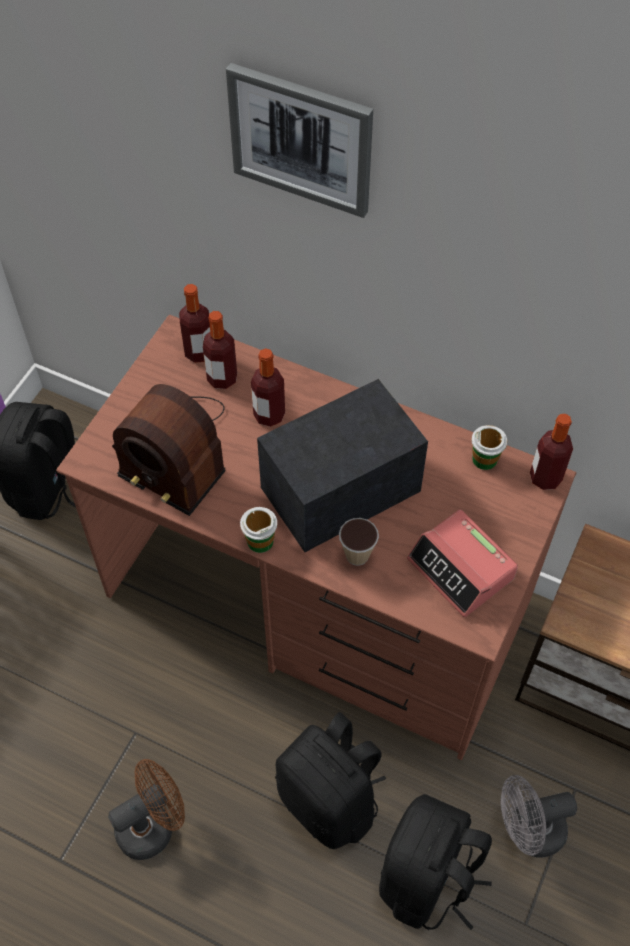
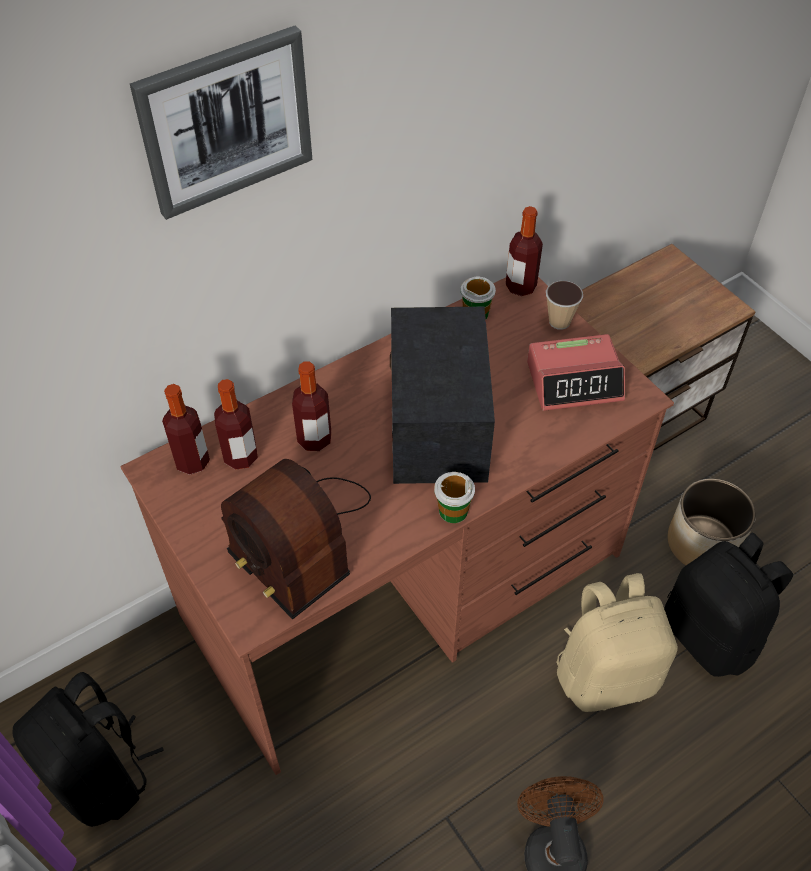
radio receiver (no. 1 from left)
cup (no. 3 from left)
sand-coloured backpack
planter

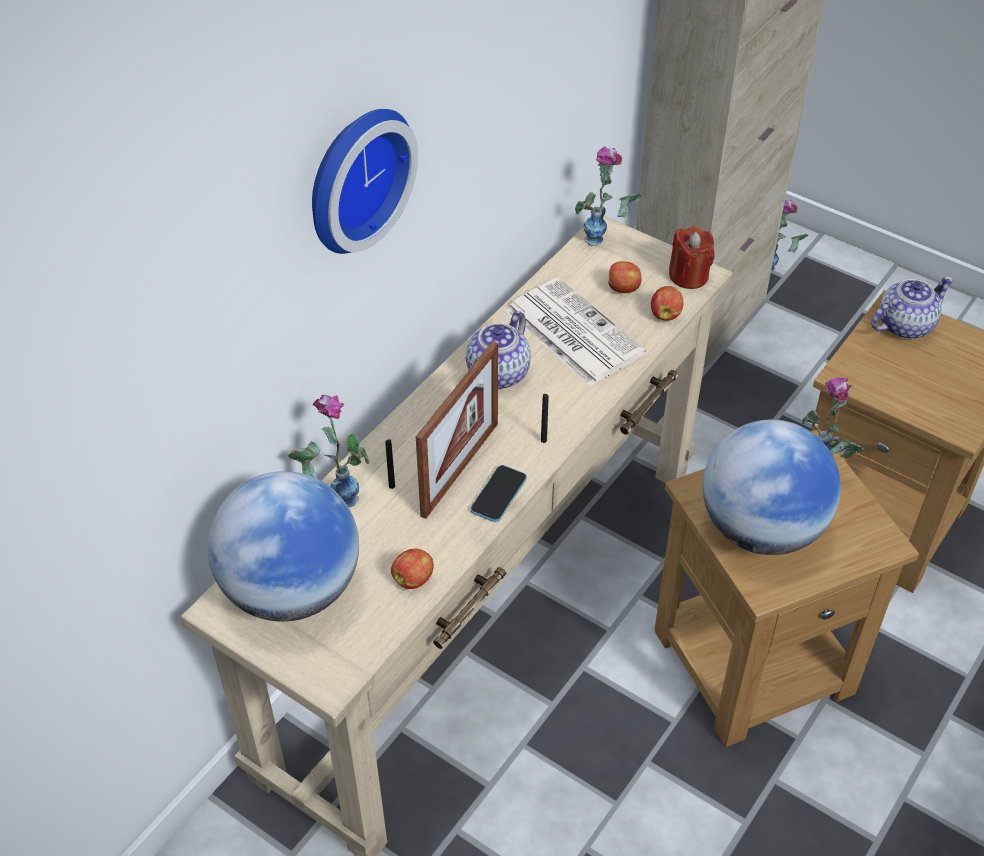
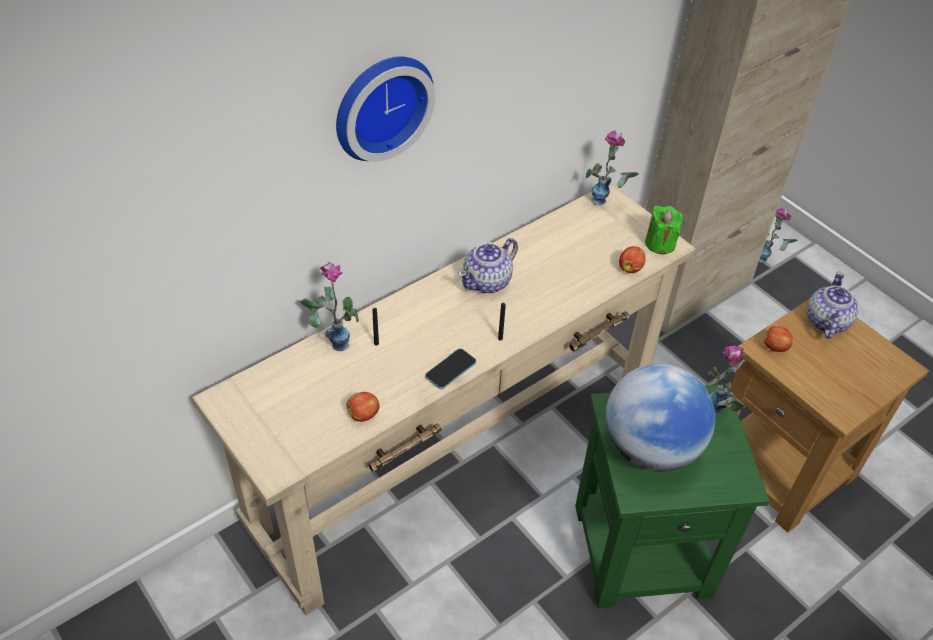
green-coloured wax light
apple (no. 3 from left)
pot for tea (no. 2 from left)
daily paper
standing frame
green-coloured accent table
desk globe (no. 1 from left in the first image)

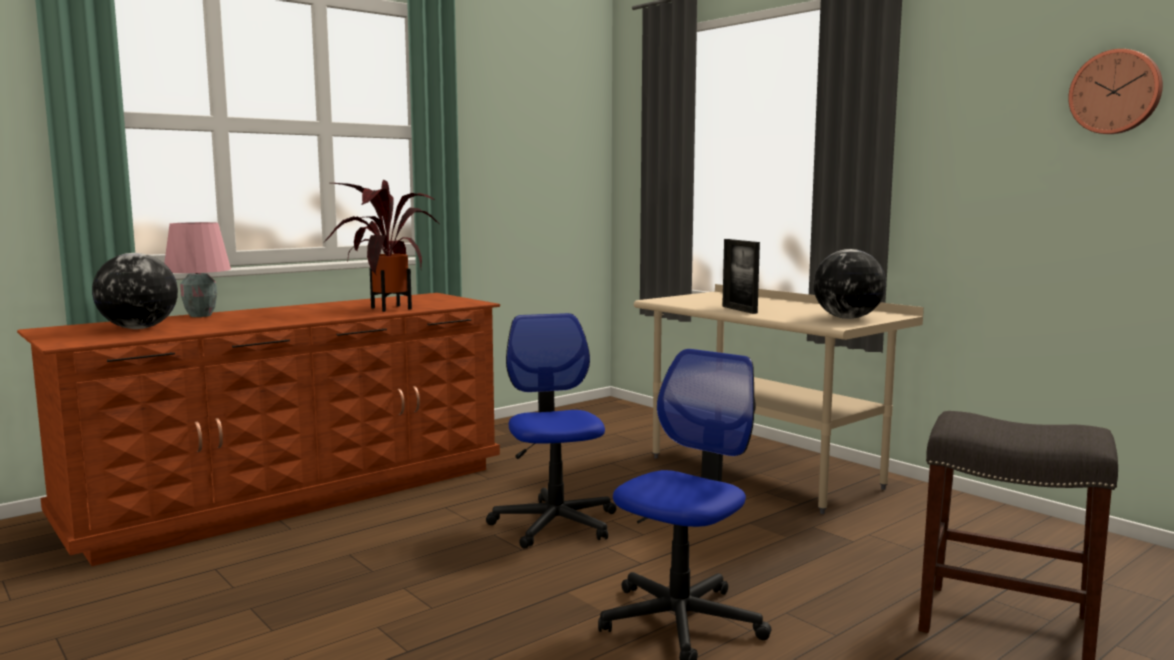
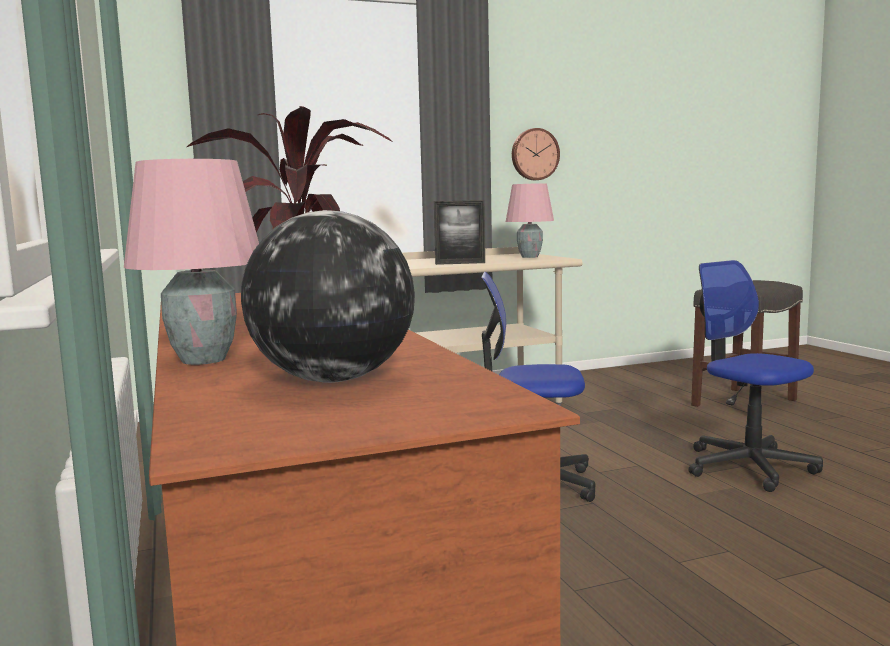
hanging clock
pink-coloured tabletop lamp (no. 2 from left)

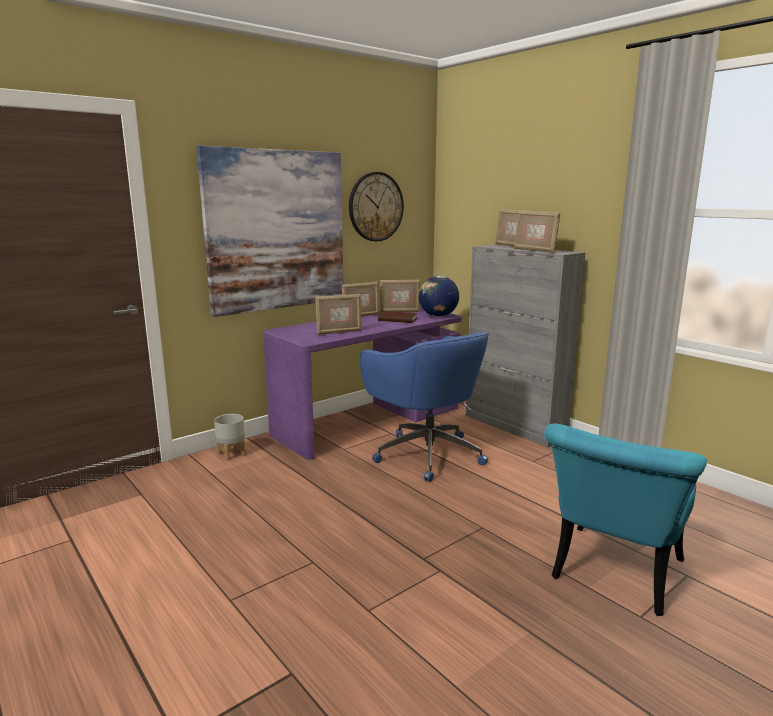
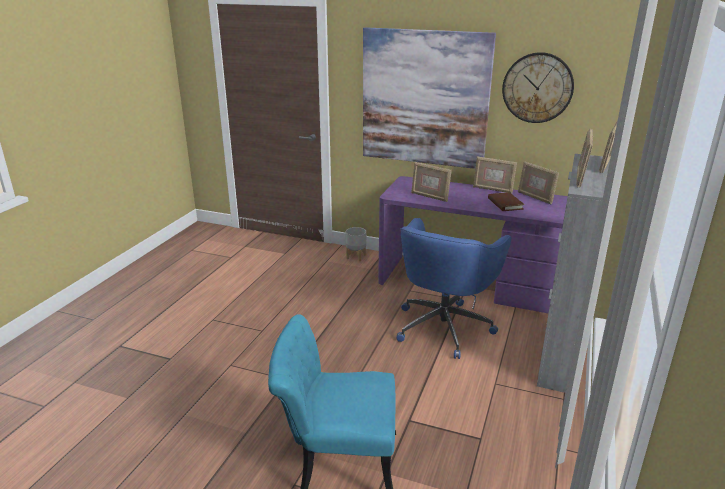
desk globe

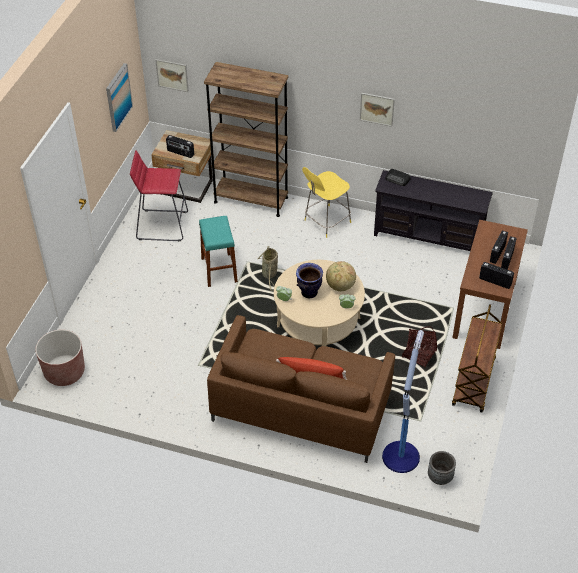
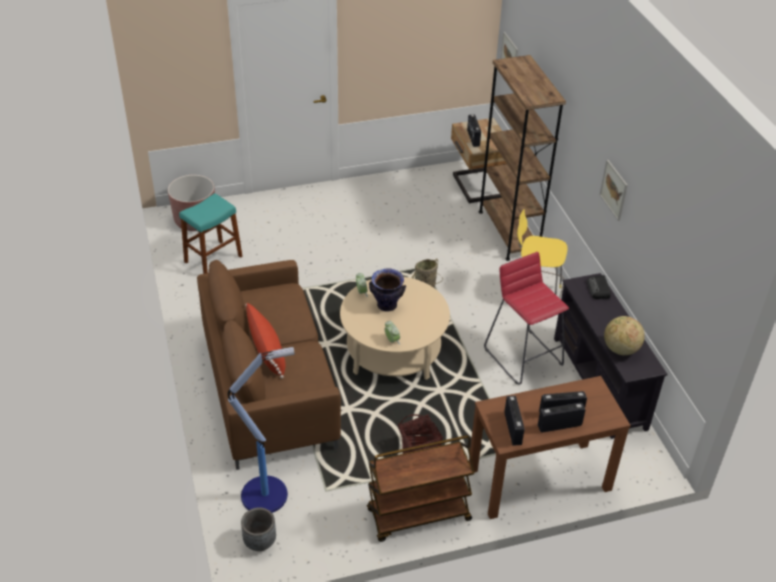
wall art (no. 1 from left in the first image)
reddish sitting stool
blue-green sitting stool
desk globe

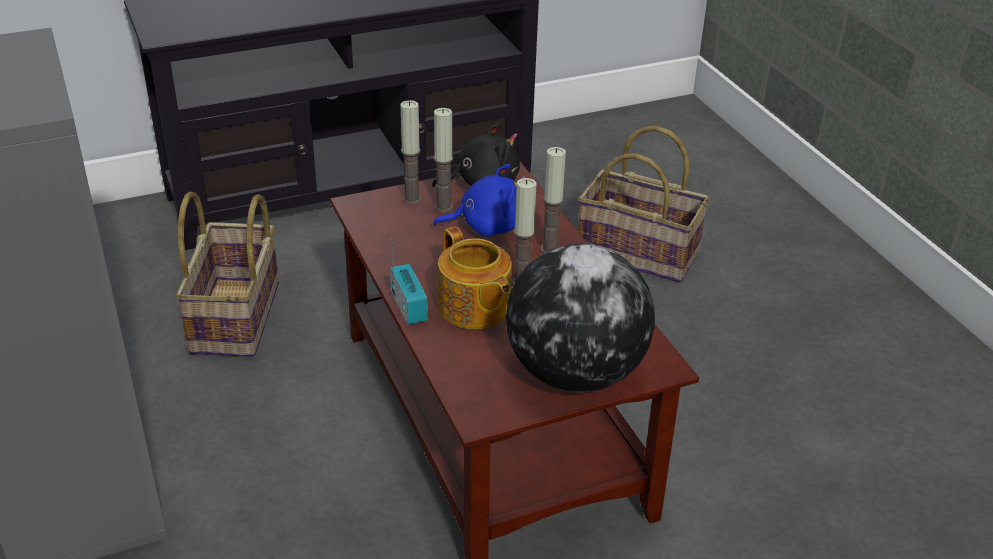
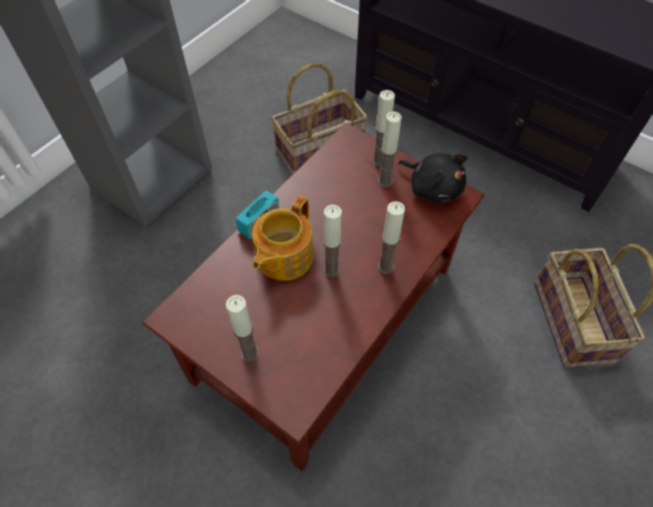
blue cuddly toy
wax light (no. 1 from left)

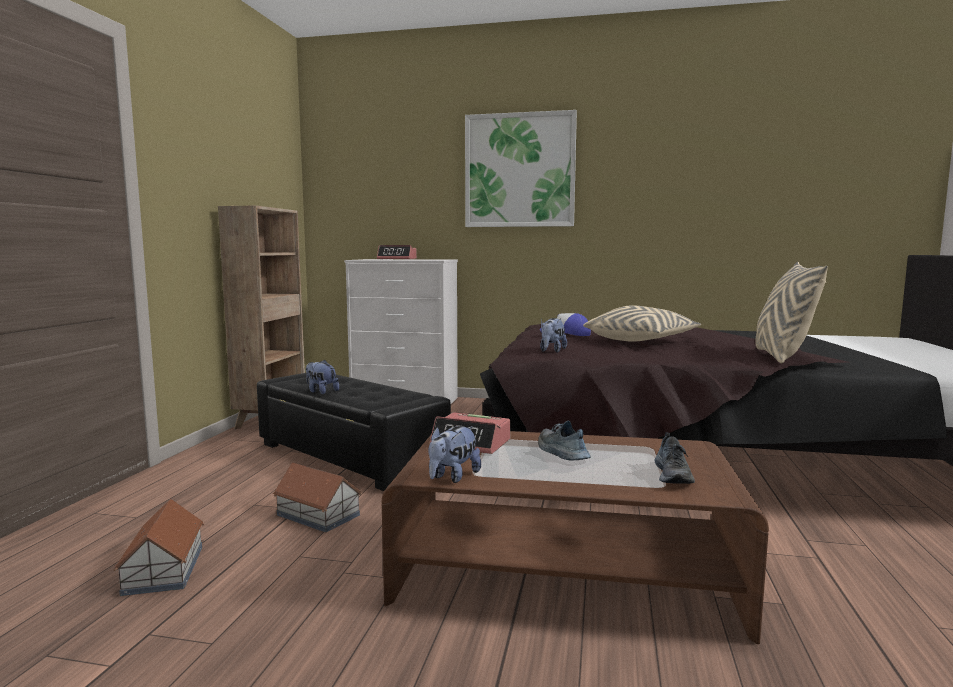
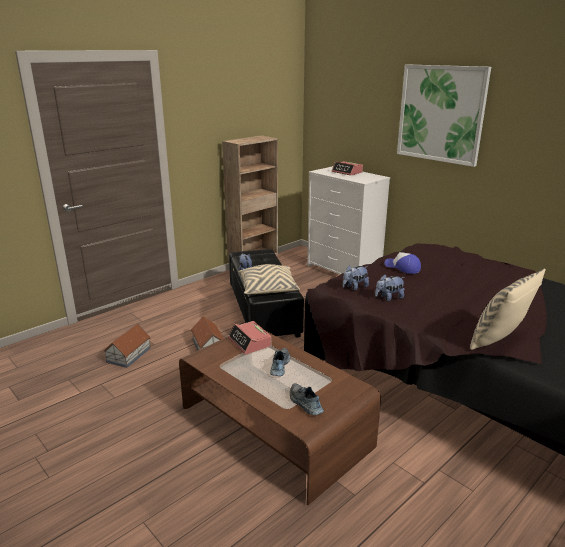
sand-coloured cushion (no. 1 from left)
cuddly toy (no. 3 from left)
item of footwear (no. 2 from left)

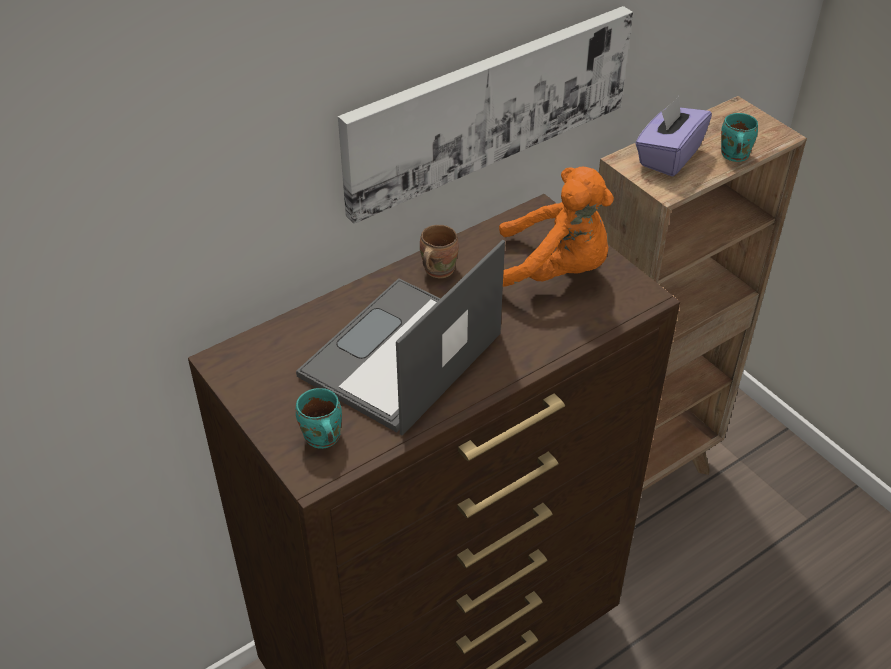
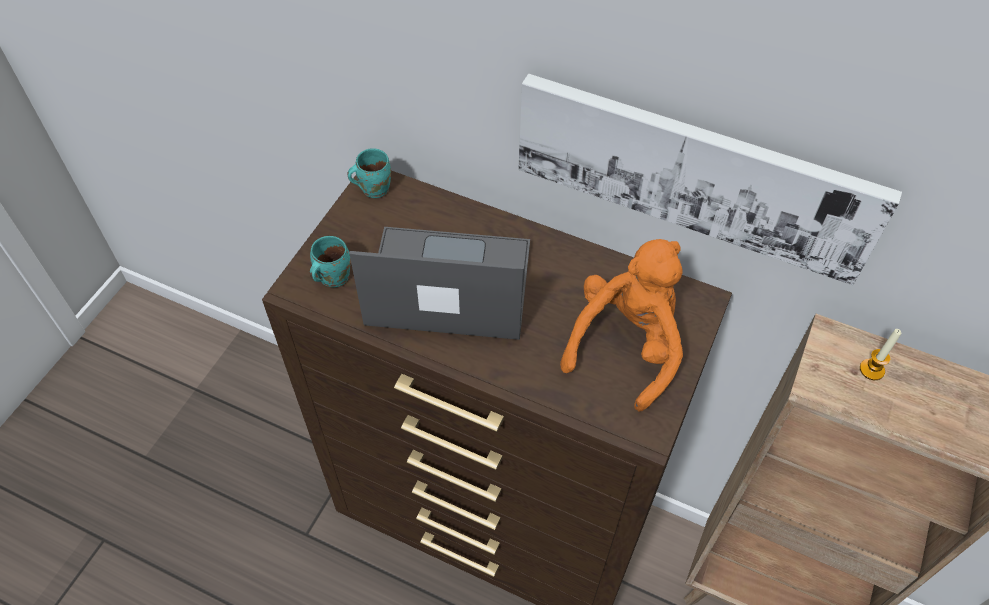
wax light
blue-green coffee mug (no. 2 from left)
orangey cuddly toy
brown coffee mug

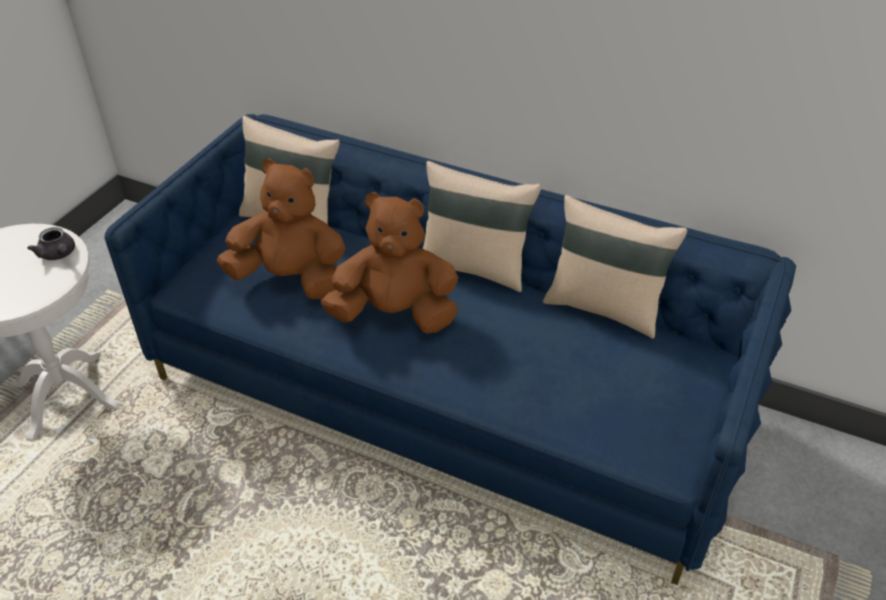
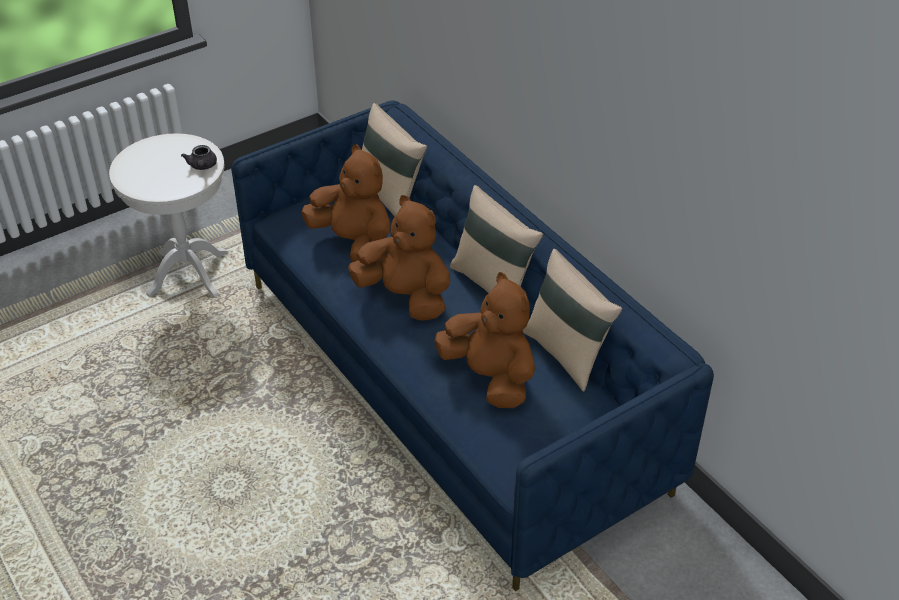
brown cuddly toy (no. 3 from left)

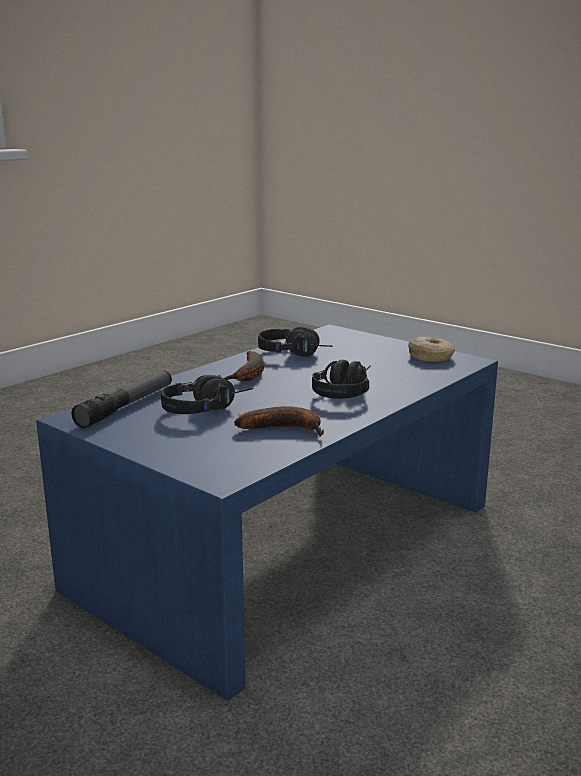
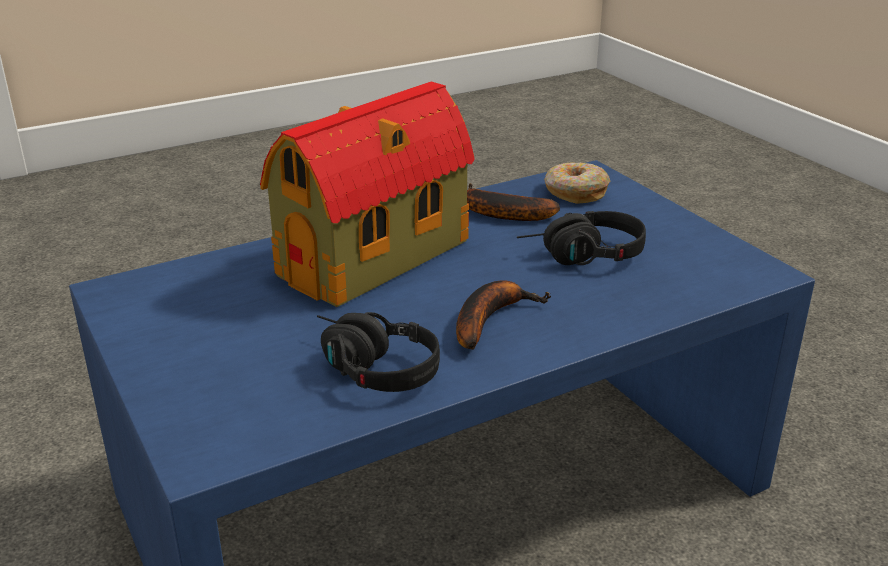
ring doughnut
model house
flashlight

